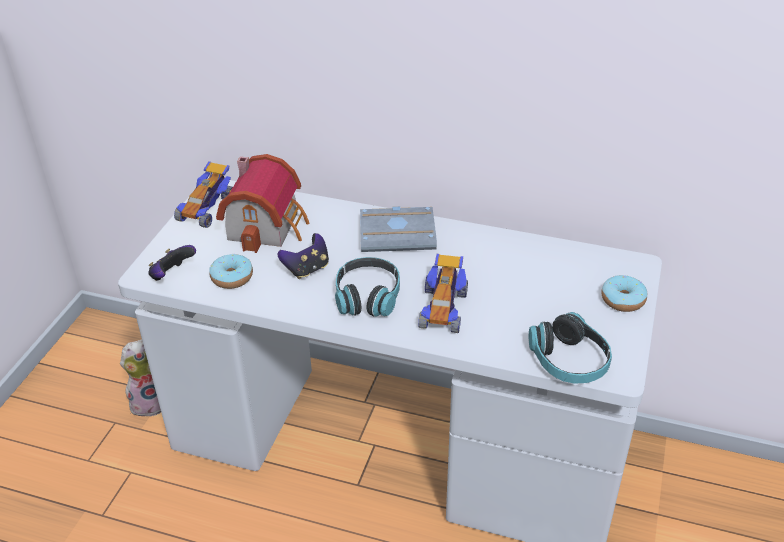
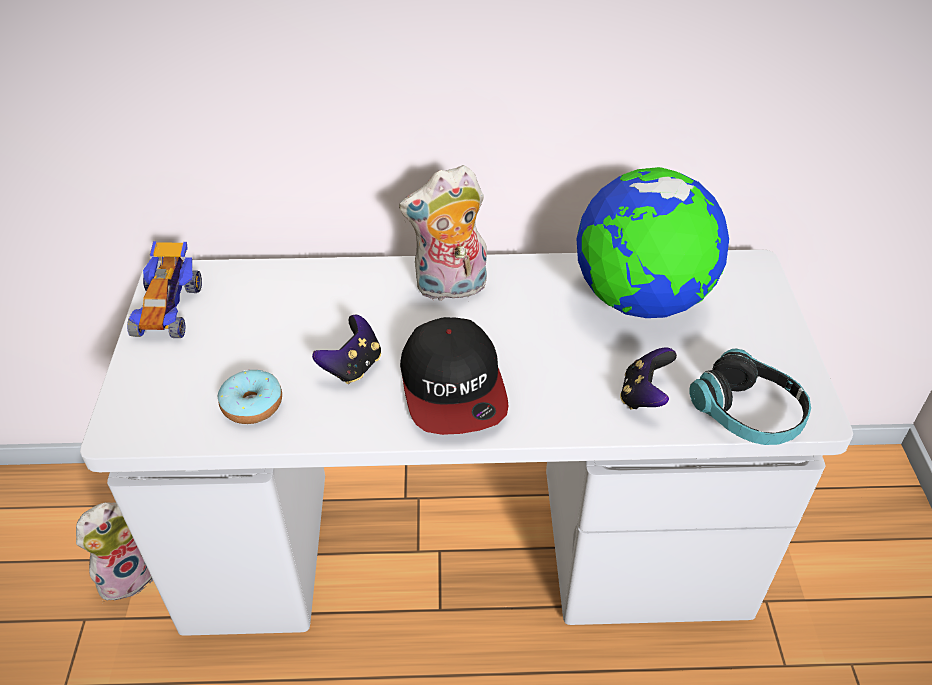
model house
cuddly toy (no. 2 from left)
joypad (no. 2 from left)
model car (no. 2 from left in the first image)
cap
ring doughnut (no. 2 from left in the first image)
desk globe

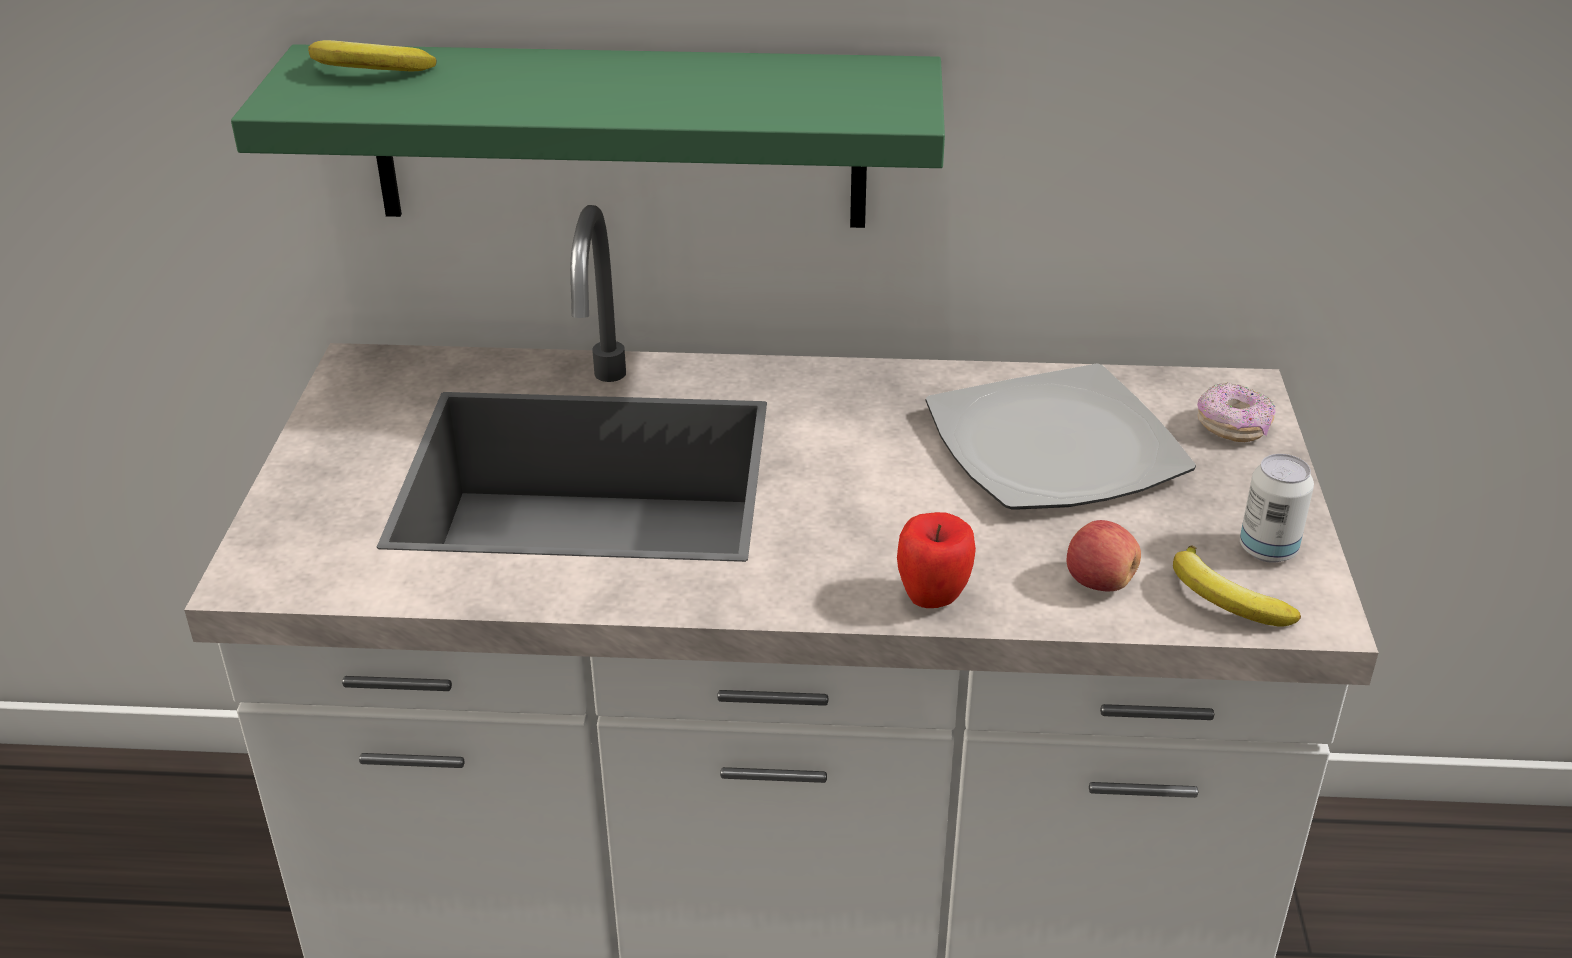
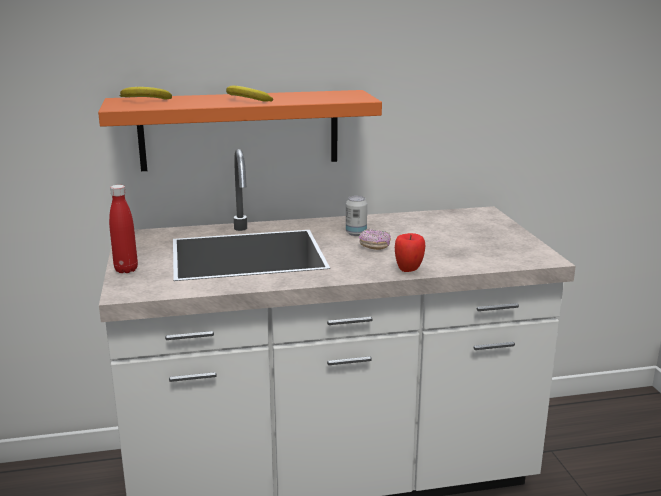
orangey wall shelf
plate
ring doughnut
metal can
apple (no. 2 from left in the first image)
banana (no. 2 from left)
reddish drink bottle

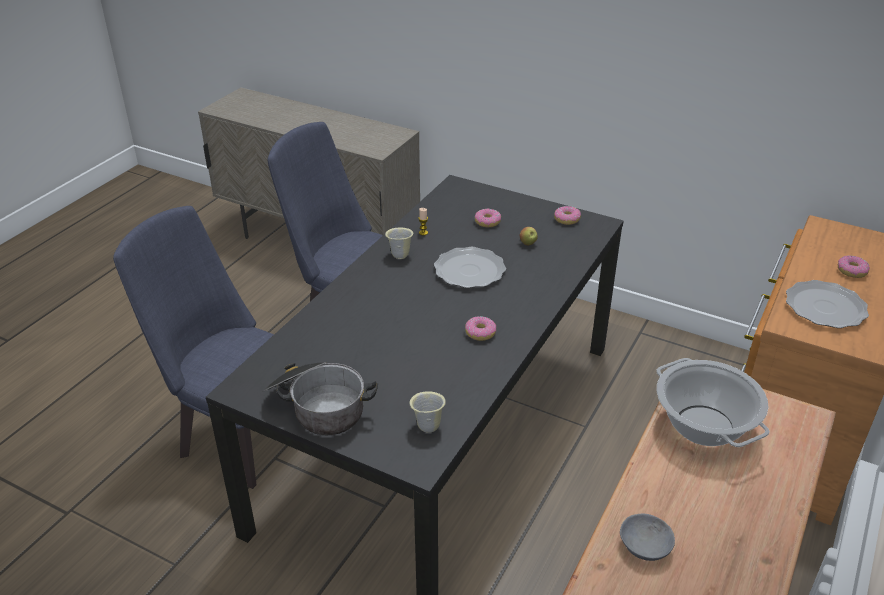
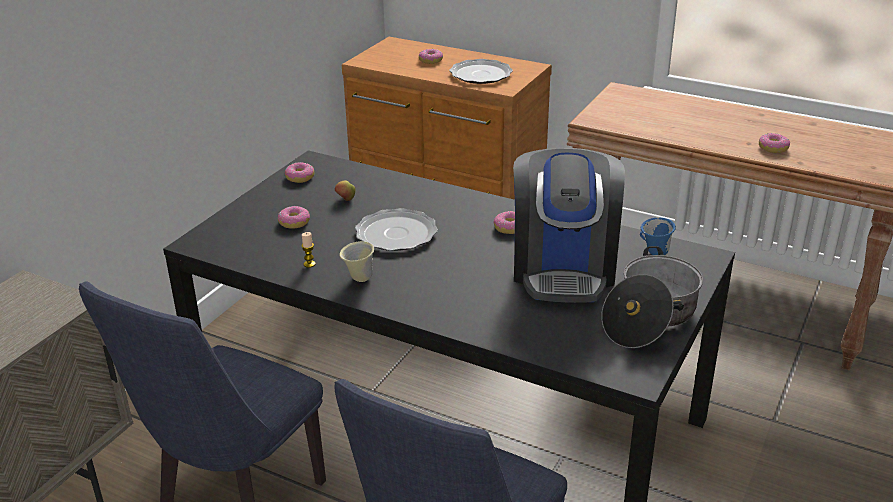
stockpot (no. 2 from left in the first image)
blue coffee mug
ring doughnut (no. 5 from left)
coffee brewer

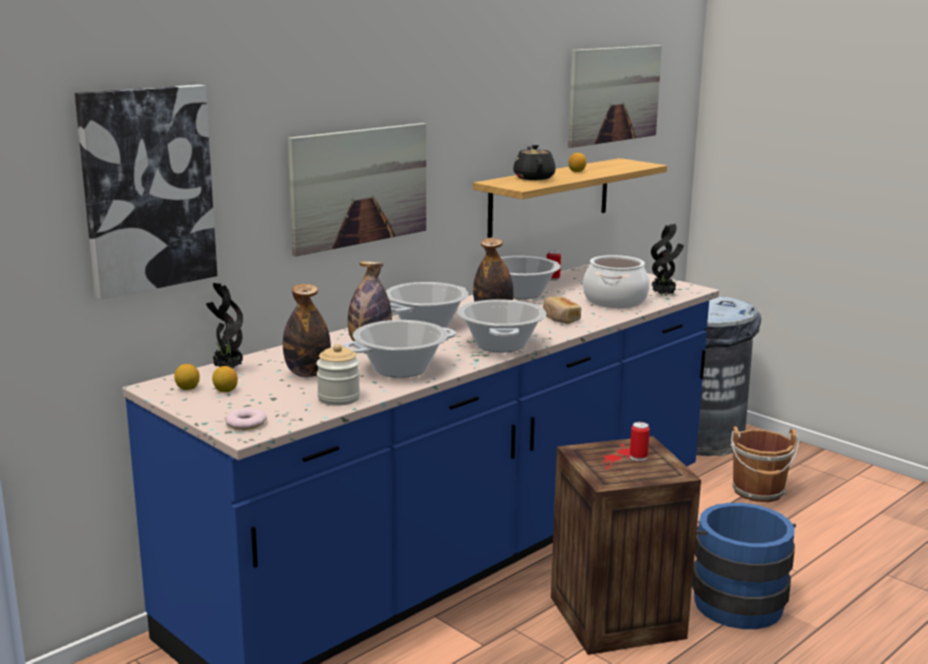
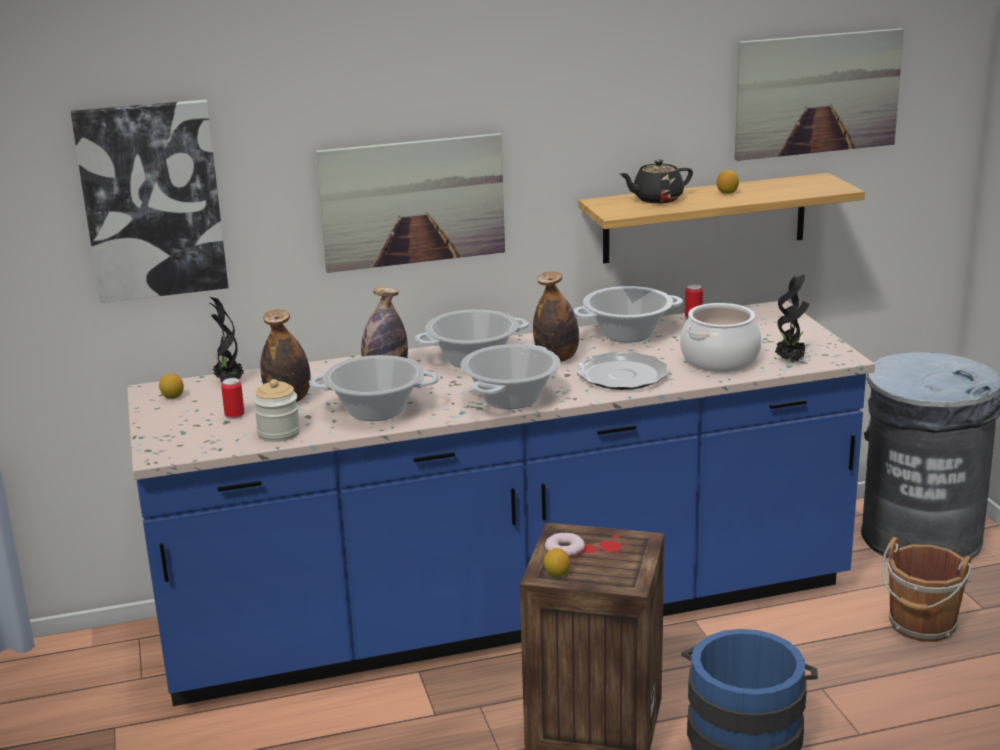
black-coloured pot for tea
plate
lemon (no. 2 from left)
ring doughnut
metal can (no. 1 from left)

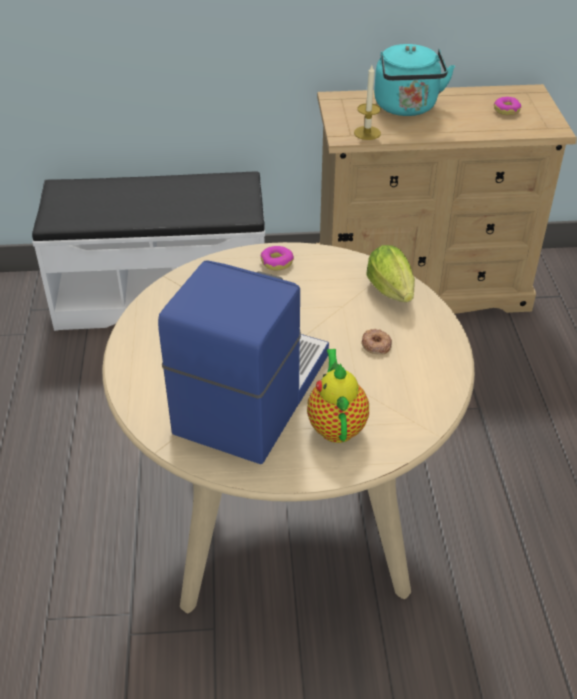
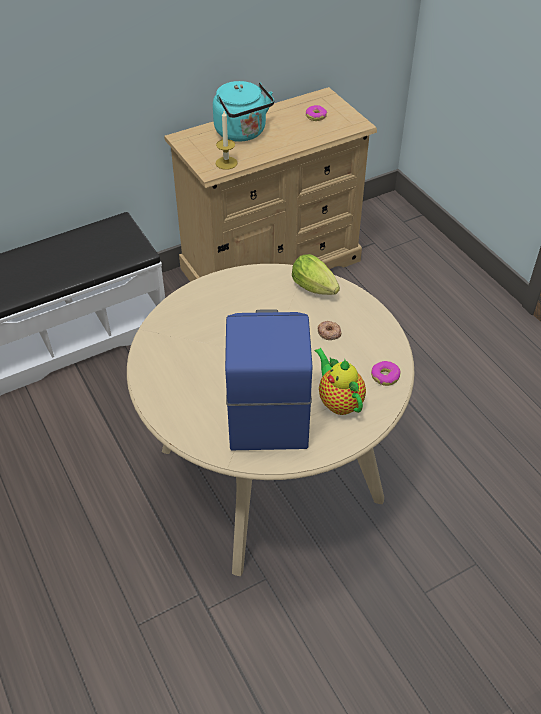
ring doughnut (no. 3 from left)

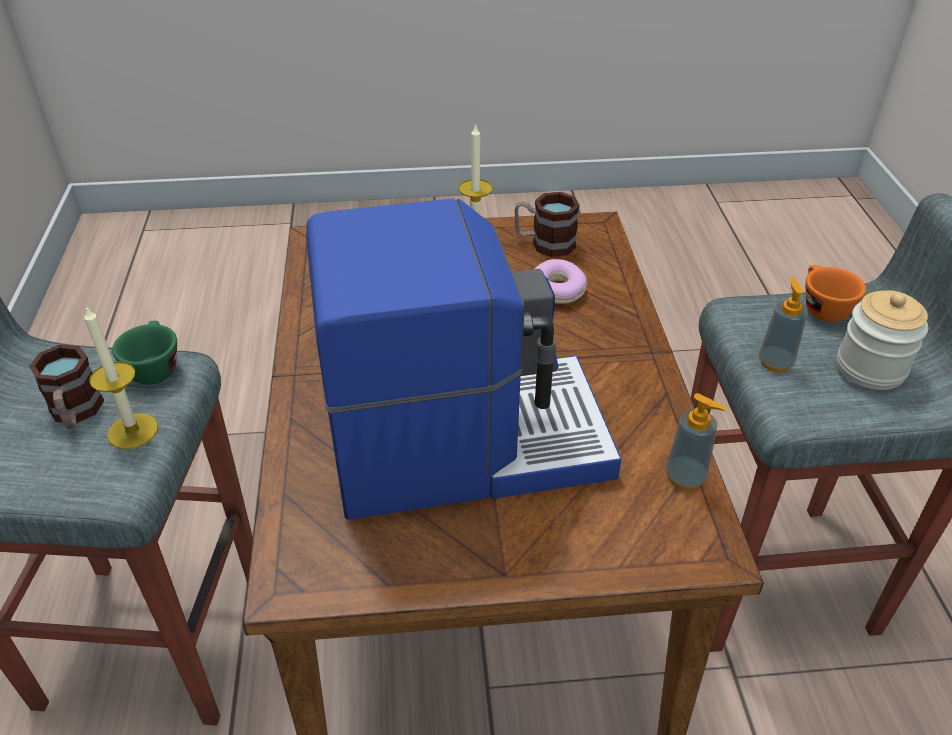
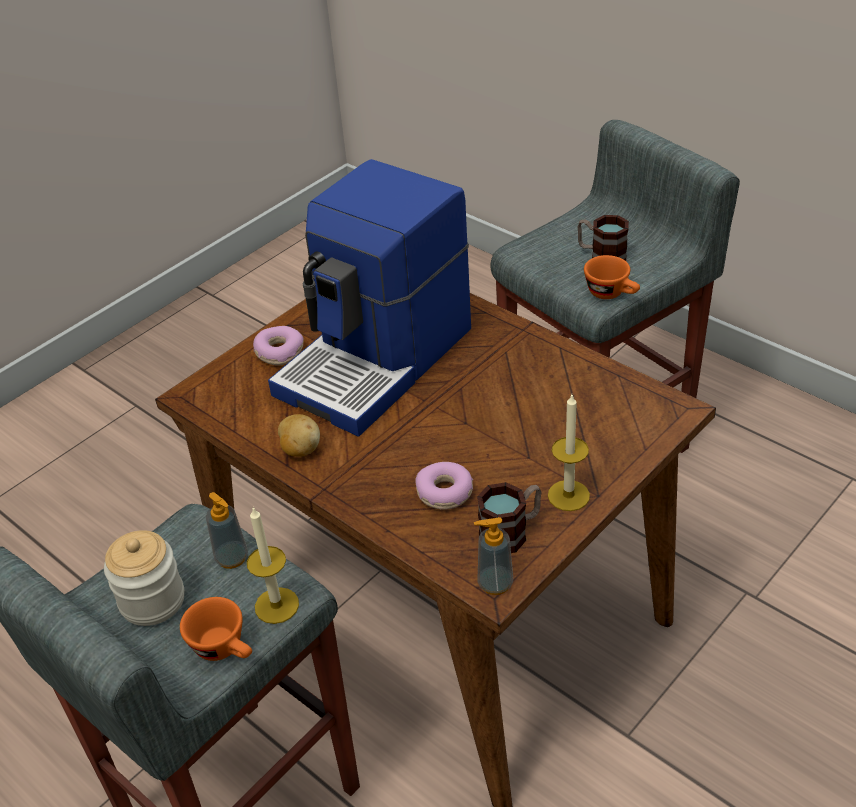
wax light (no. 1 from left)
orangey cup (no. 2 from left)
liquid soap bottle (no. 2 from left)
ring doughnut (no. 1 from left)
potato

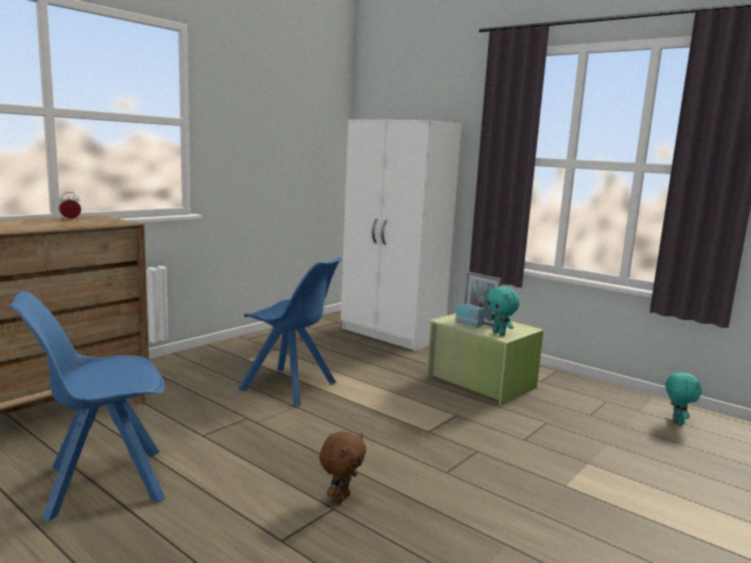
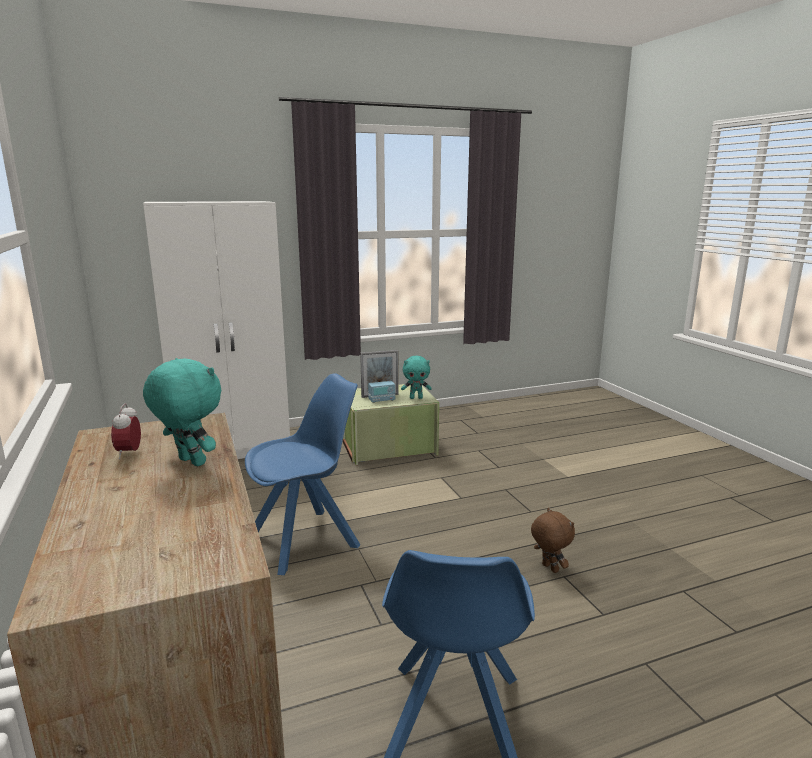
blue-green cuddly toy (no. 1 from left)

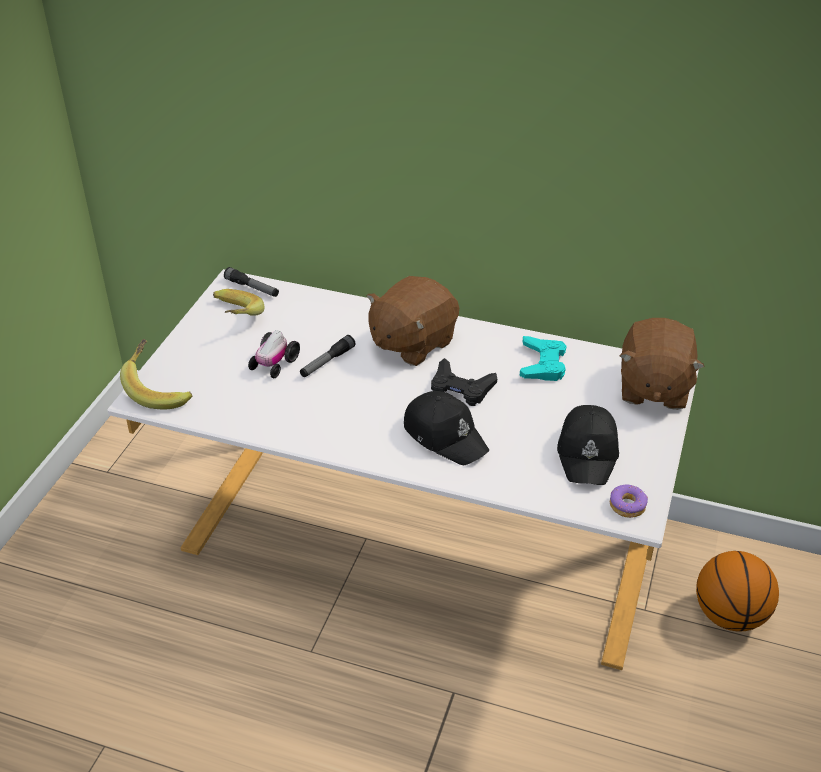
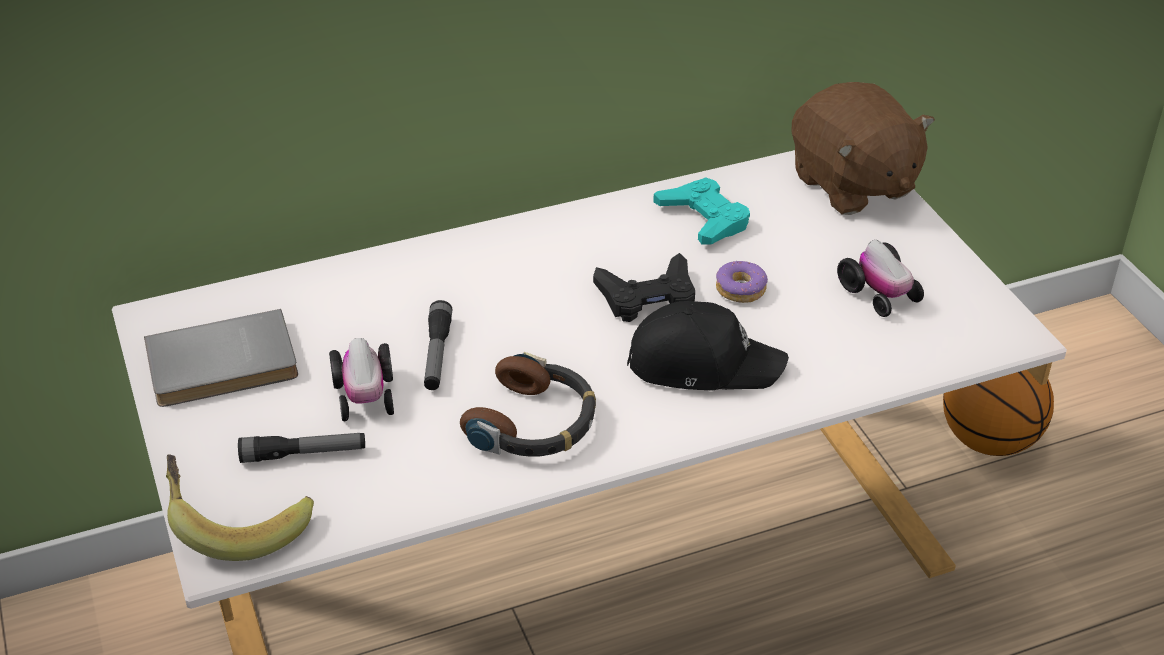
flashlight (no. 1 from left)
brown cuddly toy (no. 1 from left in the first image)
grey volume
model car (no. 2 from left)
ring doughnut
headphones

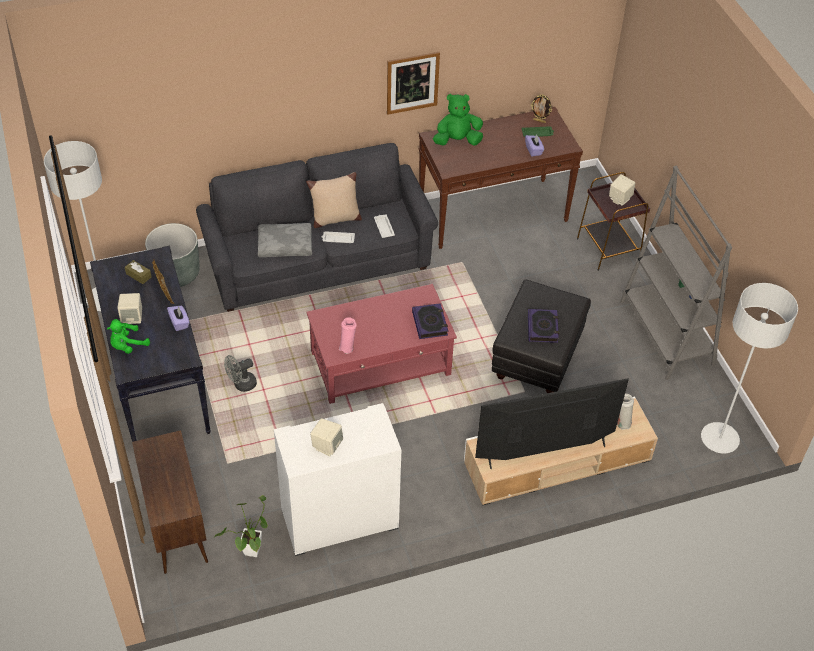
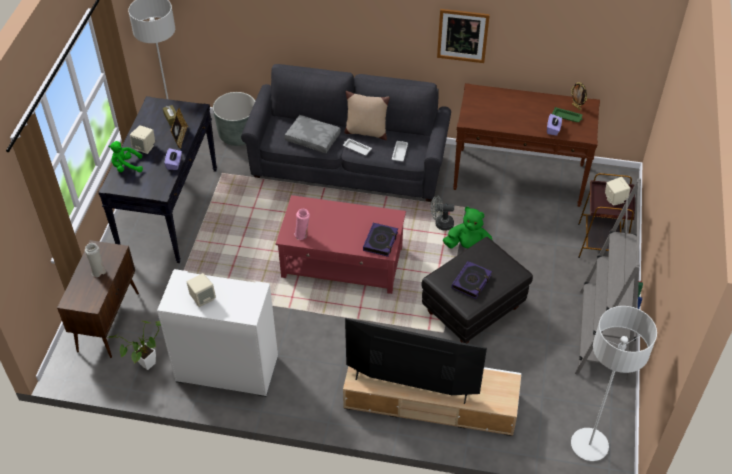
green-coloured cuddly toy (no. 2 from left)
grey fan
white flower vase

